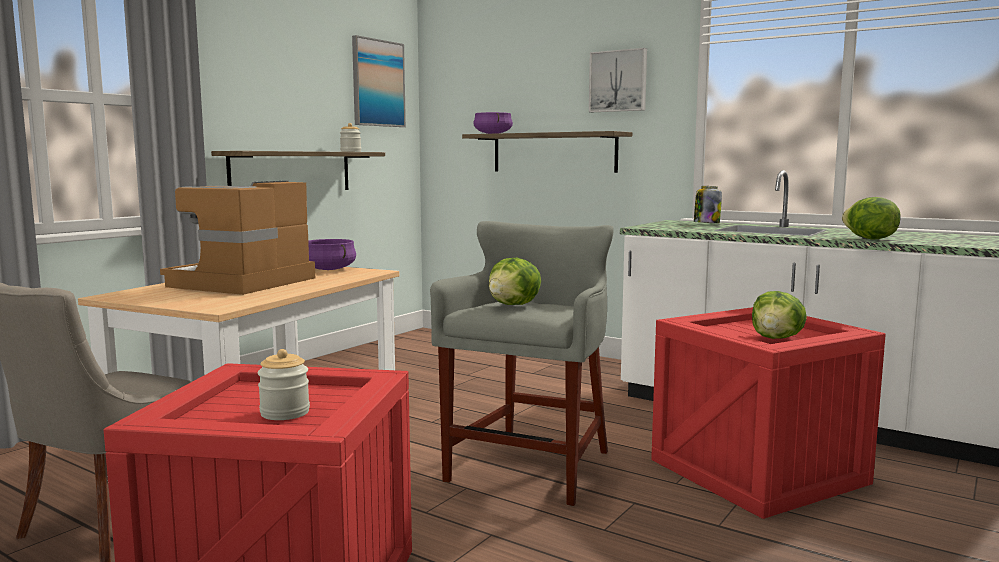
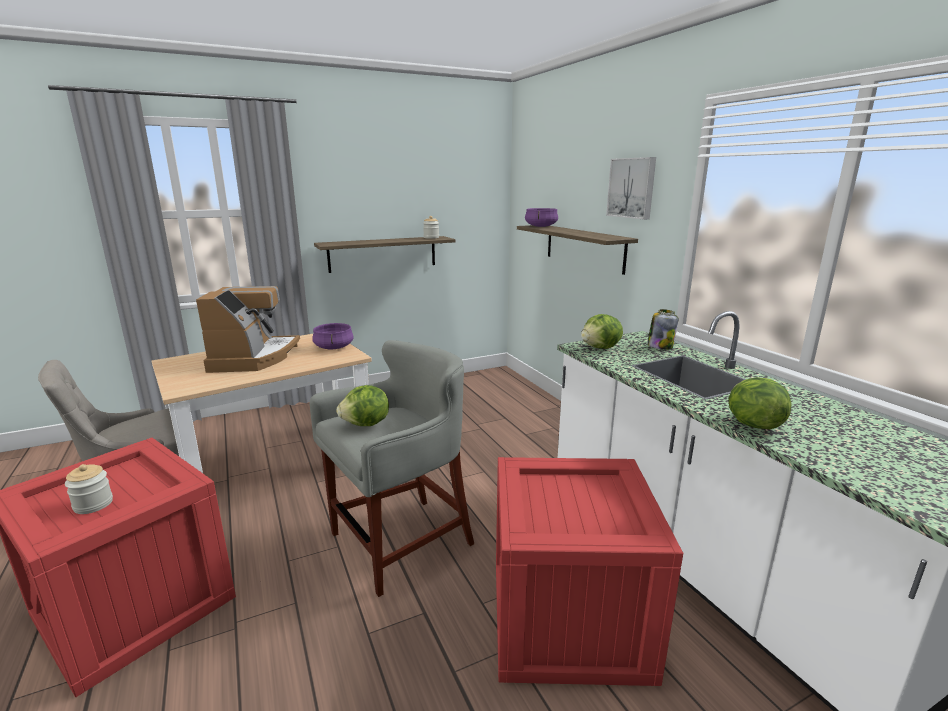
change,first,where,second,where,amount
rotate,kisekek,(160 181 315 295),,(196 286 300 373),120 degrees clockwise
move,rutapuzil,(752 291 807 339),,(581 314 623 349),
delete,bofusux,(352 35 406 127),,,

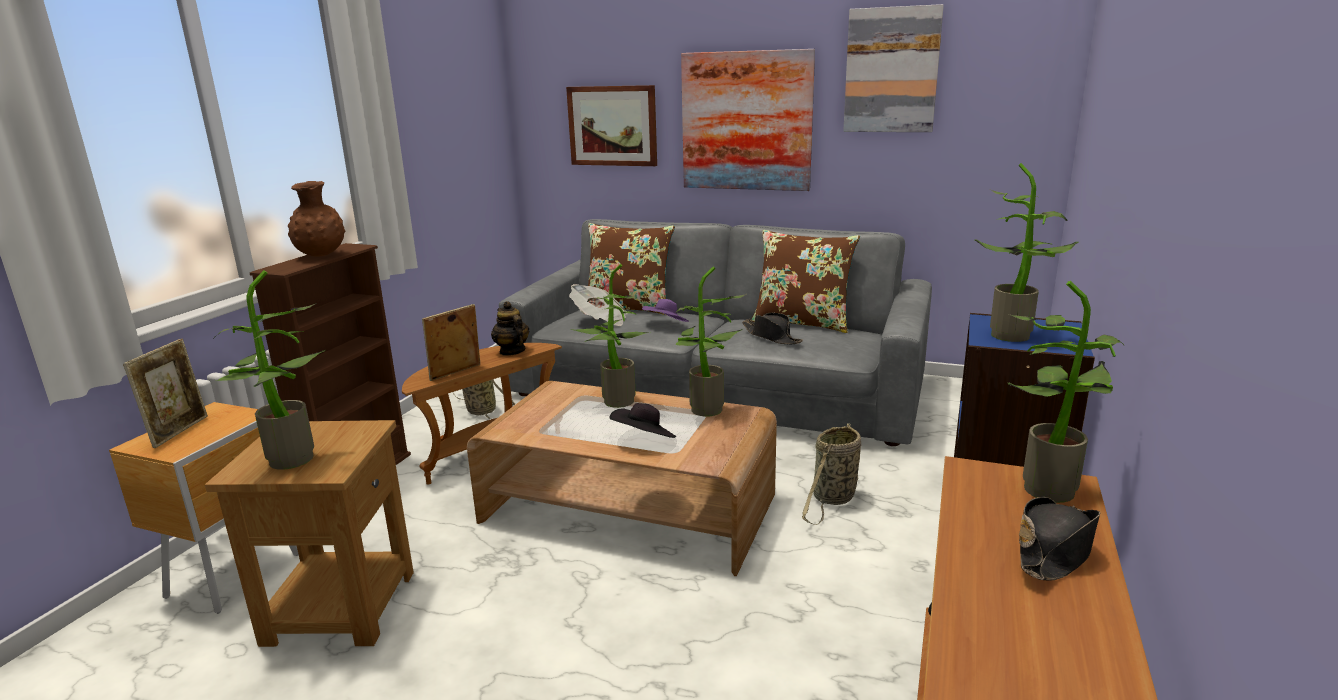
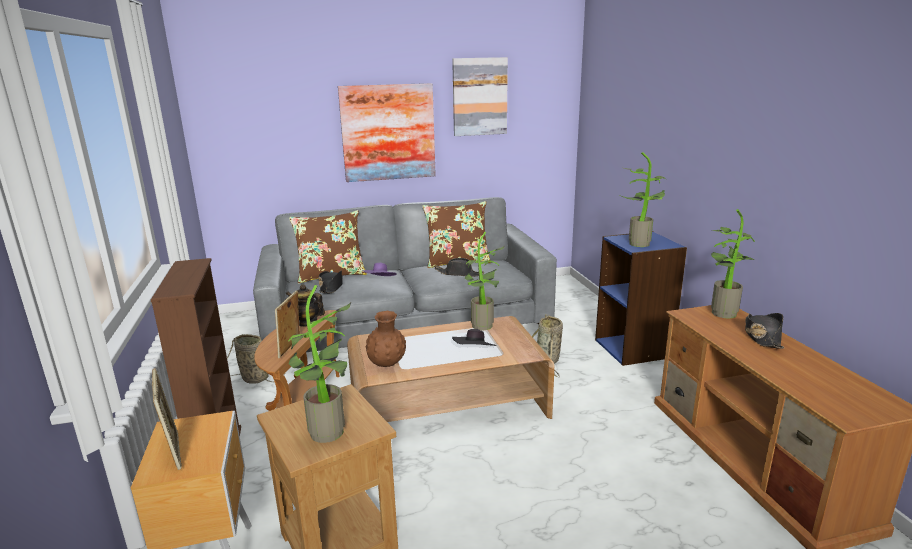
change,first,where,second,where,amount
replace,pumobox,(569 284 628 326),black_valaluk,(319 270 343 293),
move,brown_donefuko,(288 181 345 256),,(366 311 406 367),
delete,bofusux,(566 85 657 166),,,
delete,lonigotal,(571 264 649 408),,,

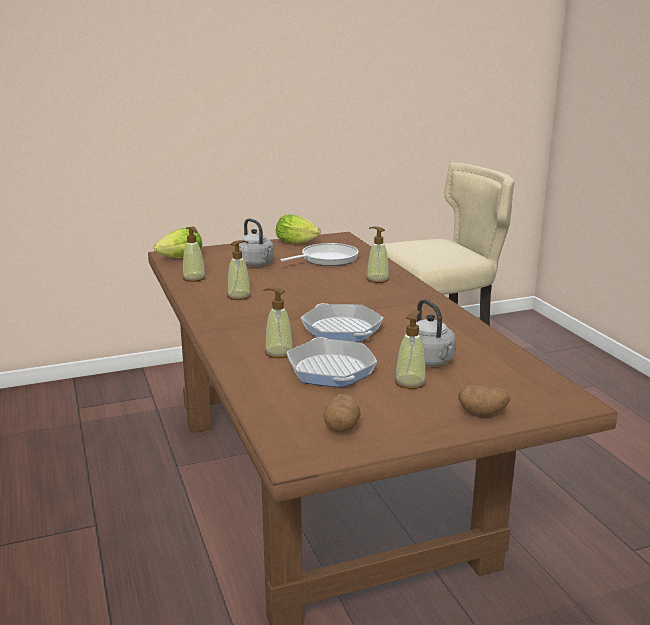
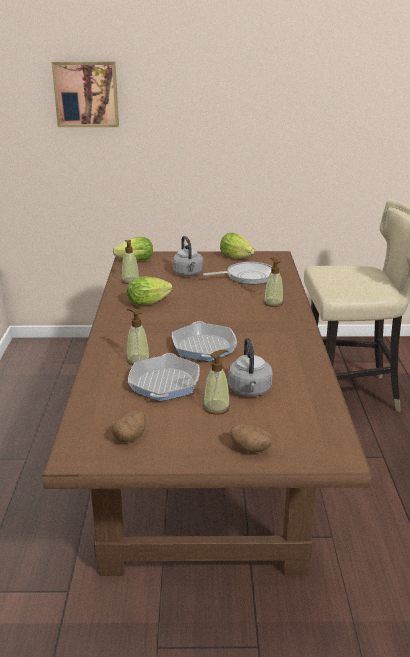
change,first,where,second,where,amount
insert,,,bofusux,(51 62 119 127),
replace,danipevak,(227 240 251 300),rutapuzil,(127 277 173 306),

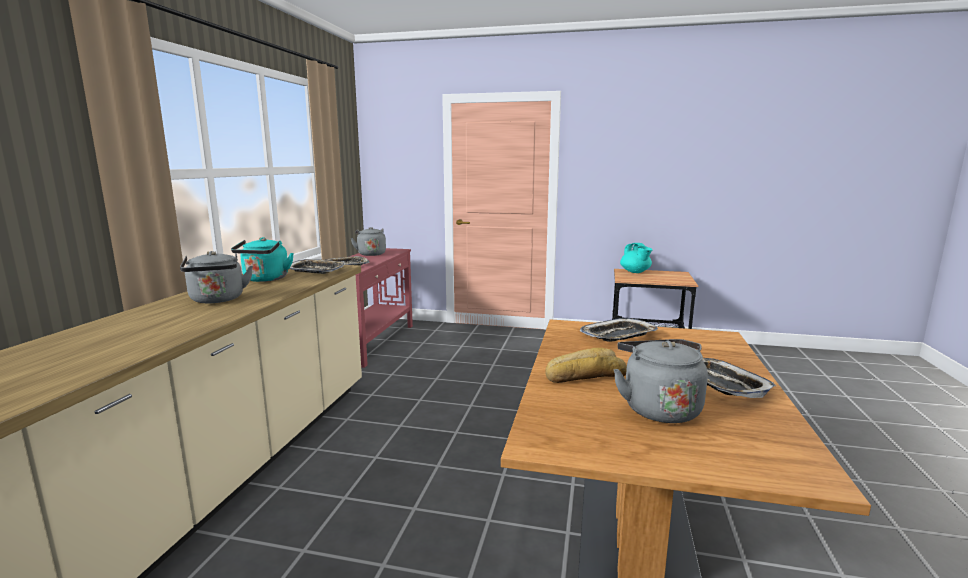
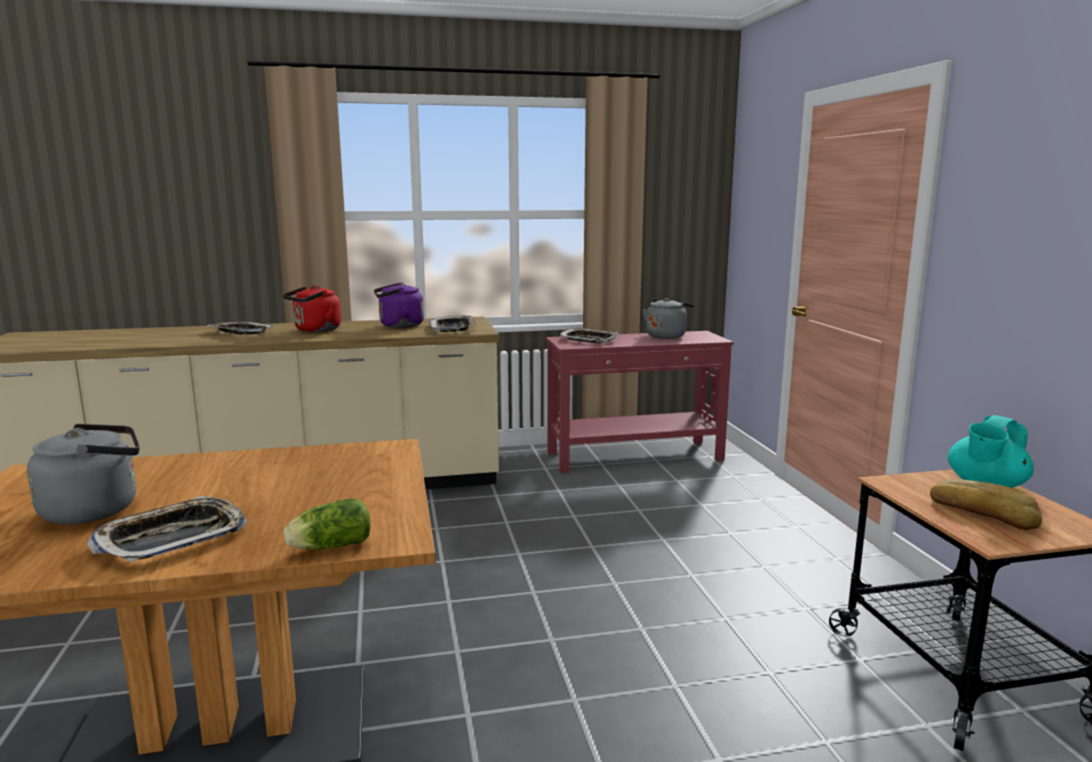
change,first,where,second,where,amount
move,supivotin,(580 318 658 342),,(207 322 275 335),
recolor,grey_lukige,(180 251 253 303),red_lukige,(283 285 341 332),
insert,,,rutapuzil,(284 499 371 550),
recolor,turquoise_lukige,(231 237 294 282),purple_lukige,(374 283 424 328),
move,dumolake,(545 348 627 383),,(930 479 1042 530),

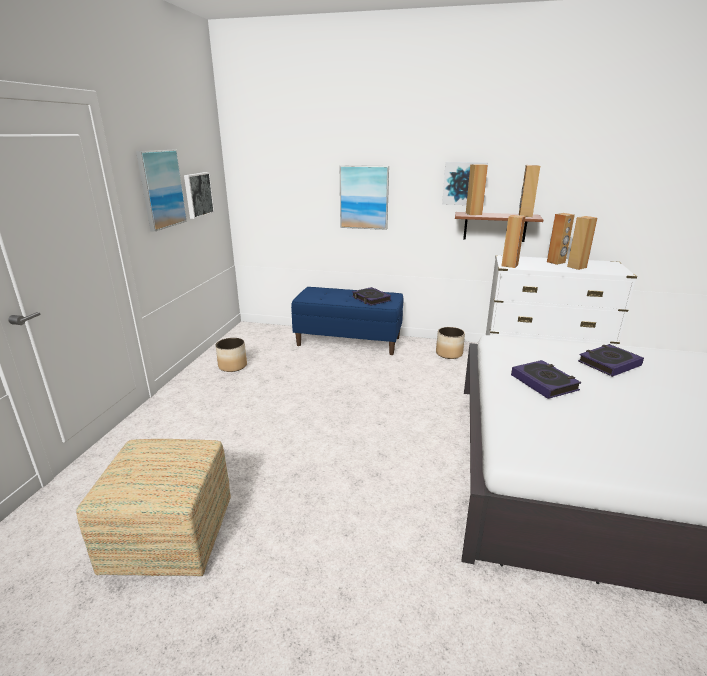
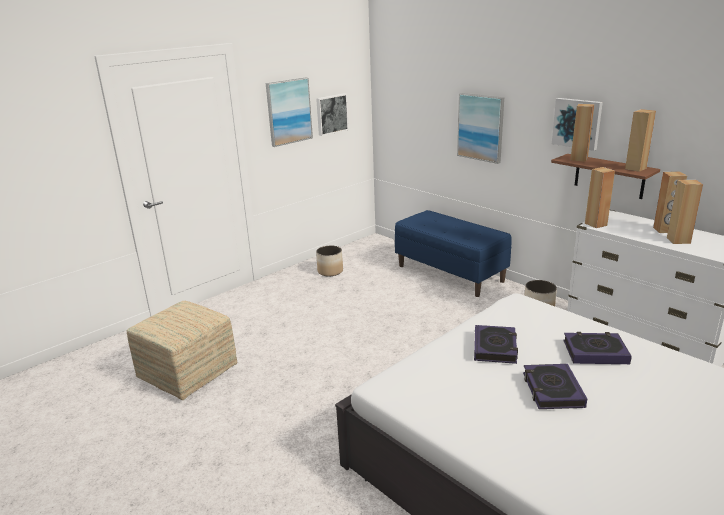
change,first,where,second,where,amount
move,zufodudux,(352 287 391 306),,(523 364 587 409),

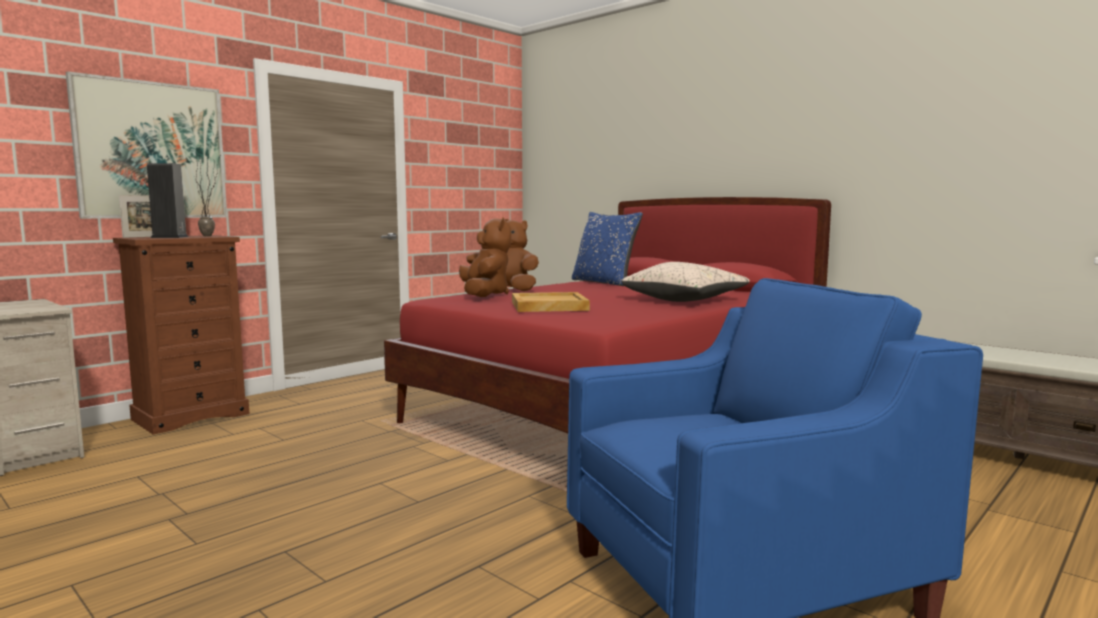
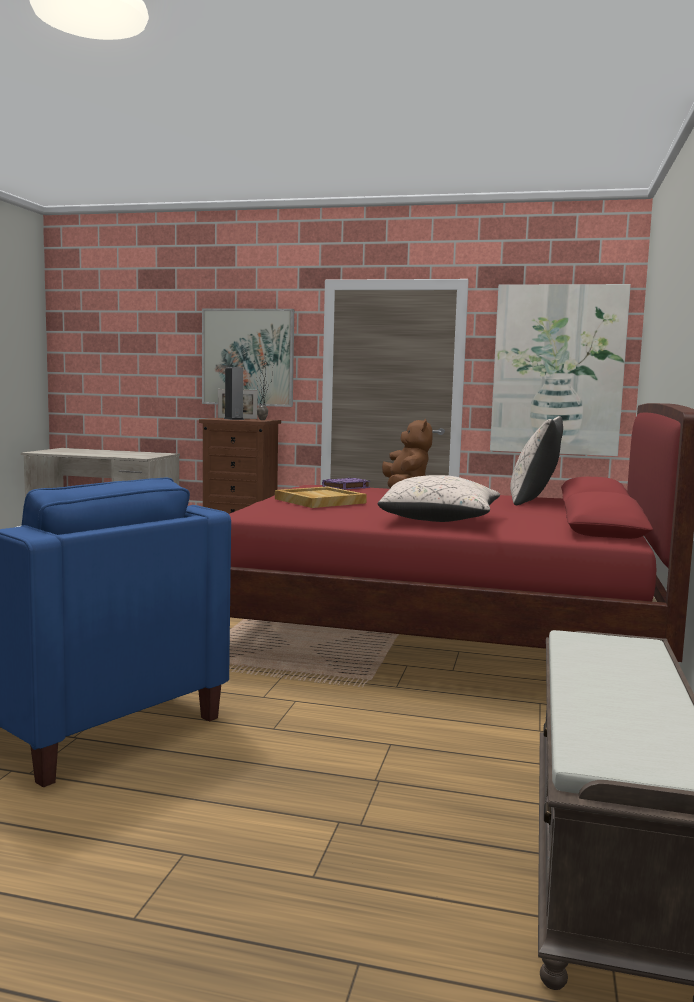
change,first,where,second,where,amount
replace,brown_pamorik,(459 217 511 297),purple_zufodudux,(322 478 370 490),
insert,,,bofusux,(490 284 631 456),
recolor,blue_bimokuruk,(572 212 643 286),beige_bimokuruk,(510 416 563 505),

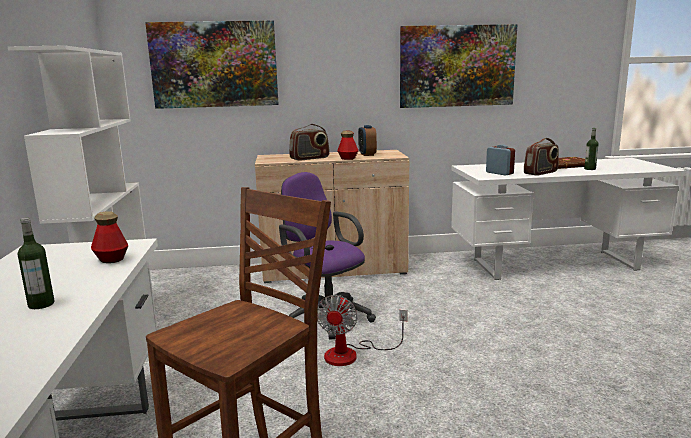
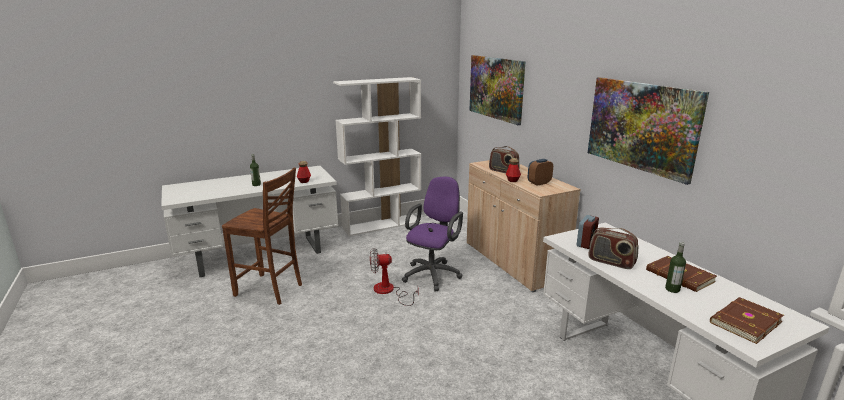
change,first,where,second,where,amount
insert,,,brown_zufodudux,(710 297 784 344),

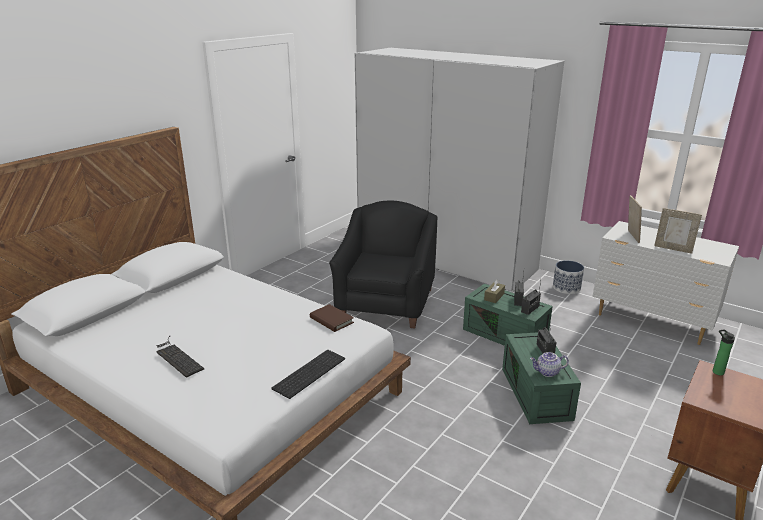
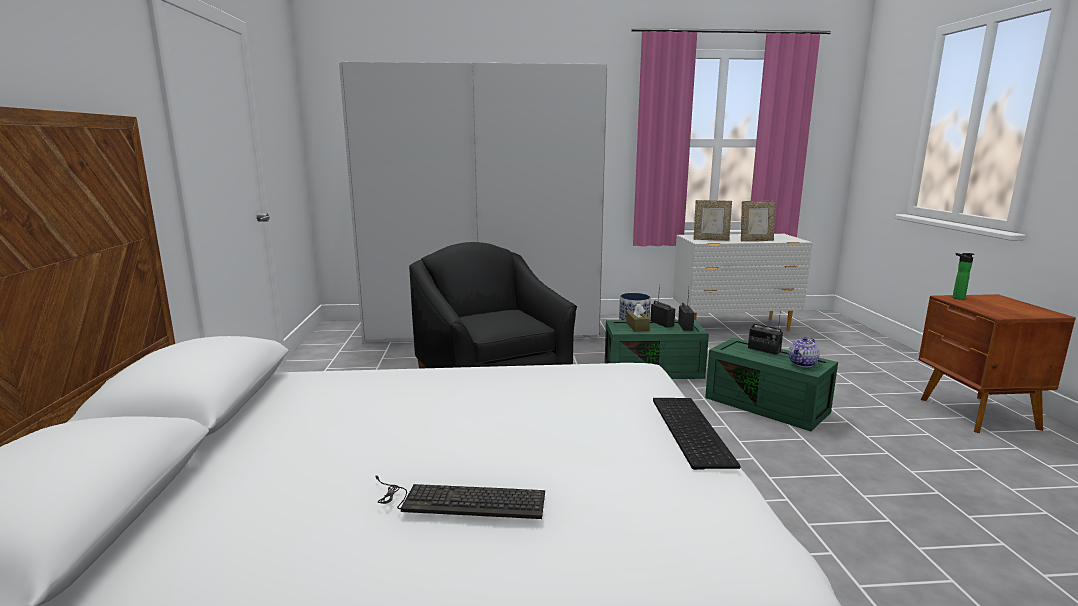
change,first,where,second,where,amount
rotate,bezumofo,(628 195 642 243),,(694 200 732 241),135 degrees clockwise
delete,brown_zufodudux,(310 304 354 332),,,

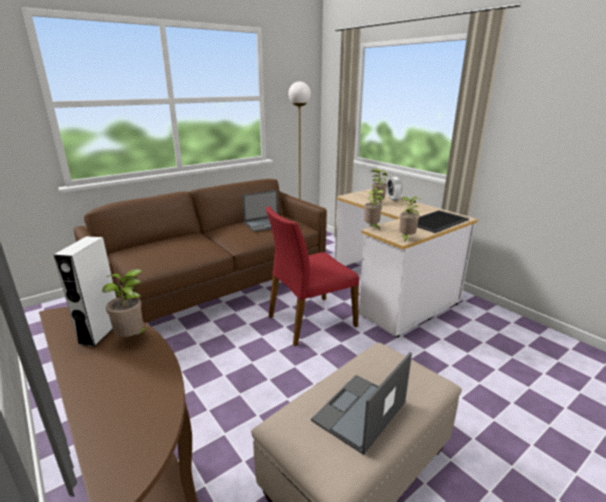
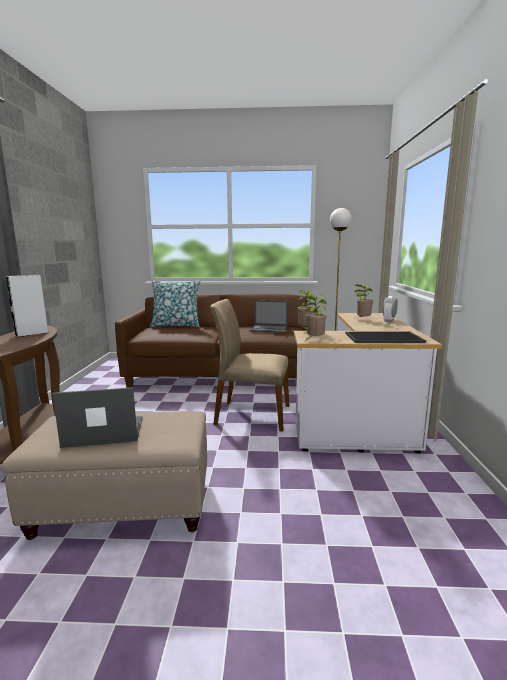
change,first,where,second,where,amount
insert,,,bimokuruk,(150 280 200 328),
recolor,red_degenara,(266 206 359 346),beige_degenara,(210 299 289 432),
delete,lonigotal,(102 269 151 337),,,

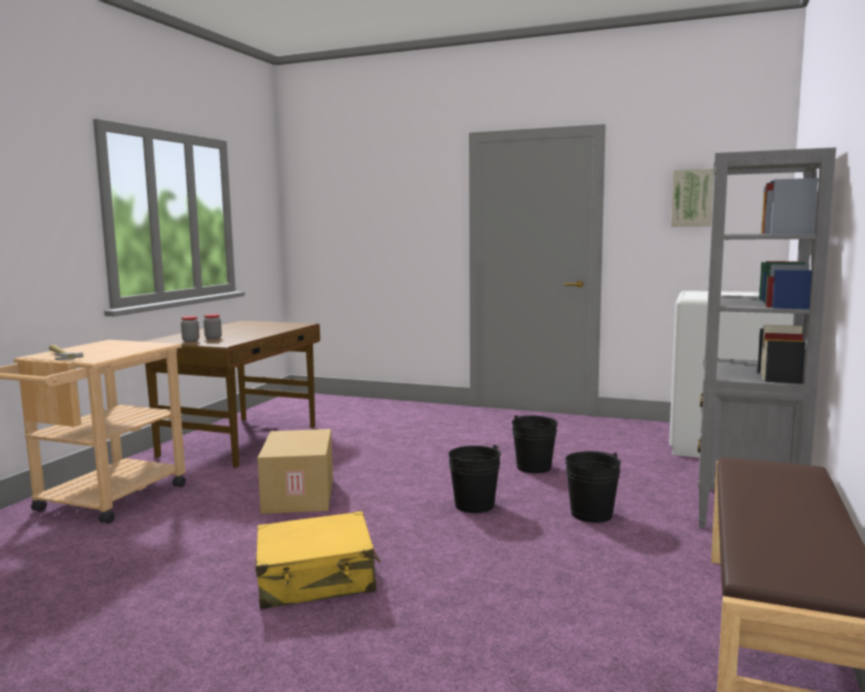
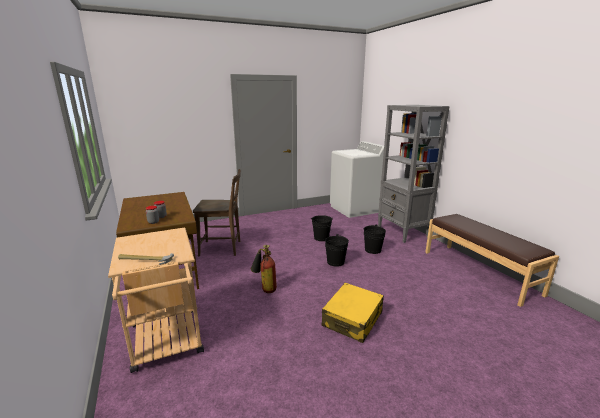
change,first,where,second,where,amount
insert,,,brown_degenara,(193 169 241 257),
replace,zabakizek,(257 429 333 514),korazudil,(251 245 277 293),
delete,bofusux,(671 169 714 227),,,

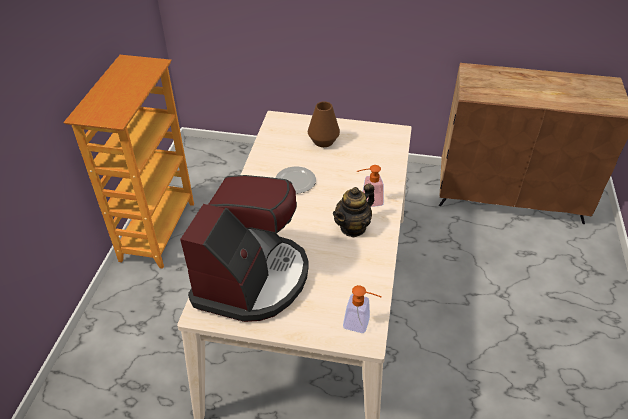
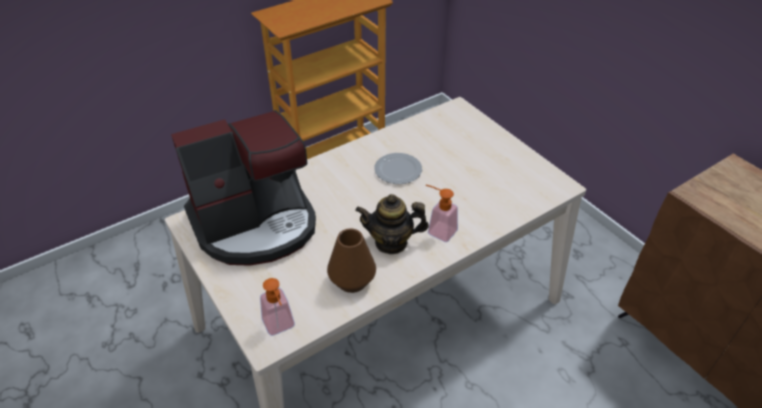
change,first,where,second,where,amount
move,brown_donefuko,(308 101 340 147),,(327 228 376 293),

